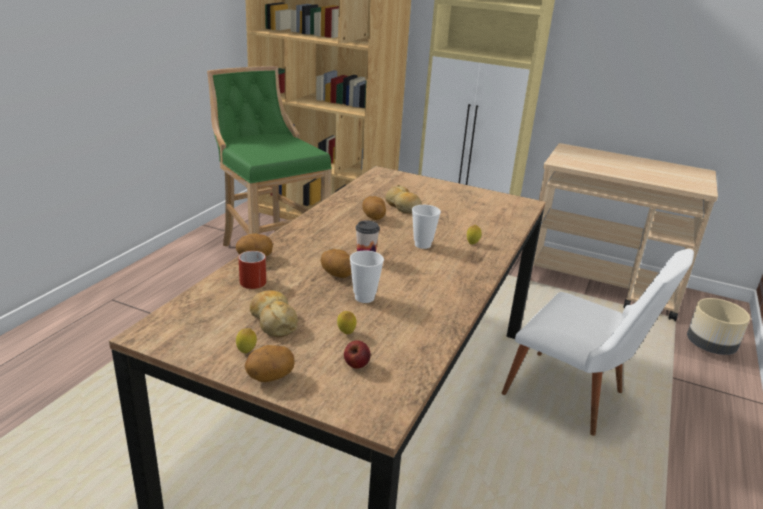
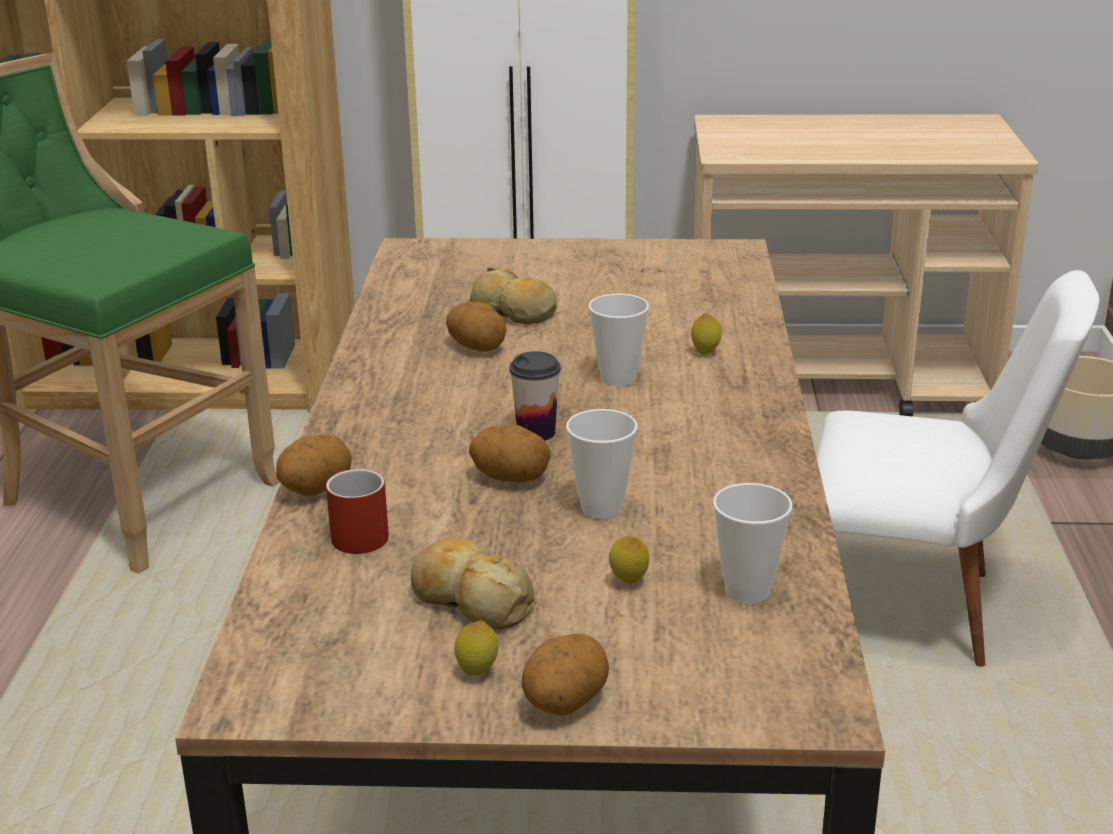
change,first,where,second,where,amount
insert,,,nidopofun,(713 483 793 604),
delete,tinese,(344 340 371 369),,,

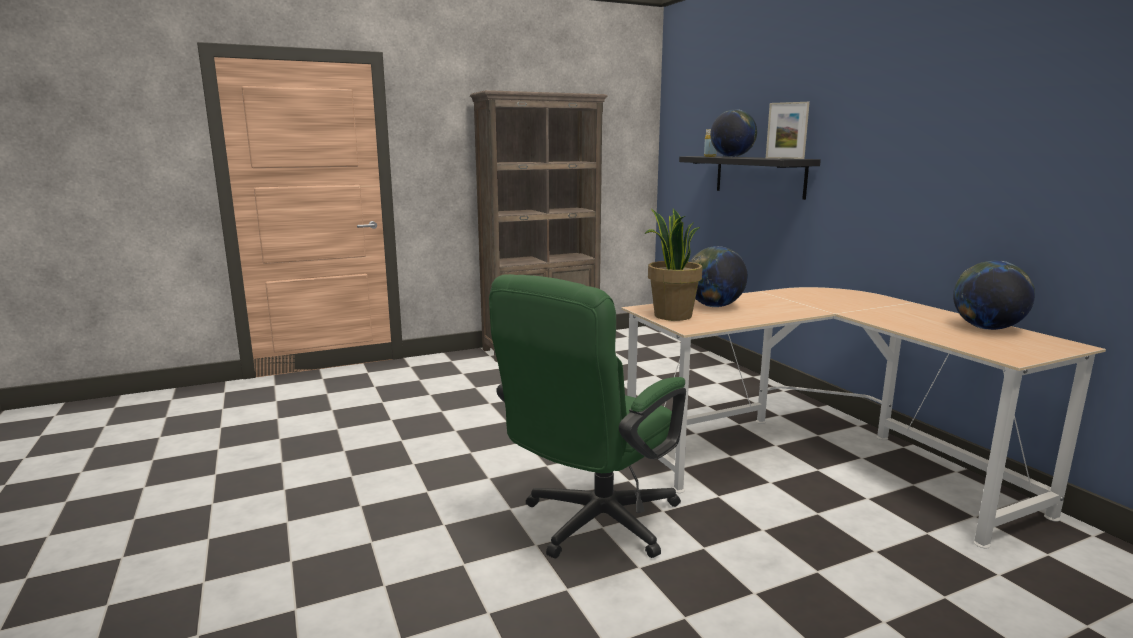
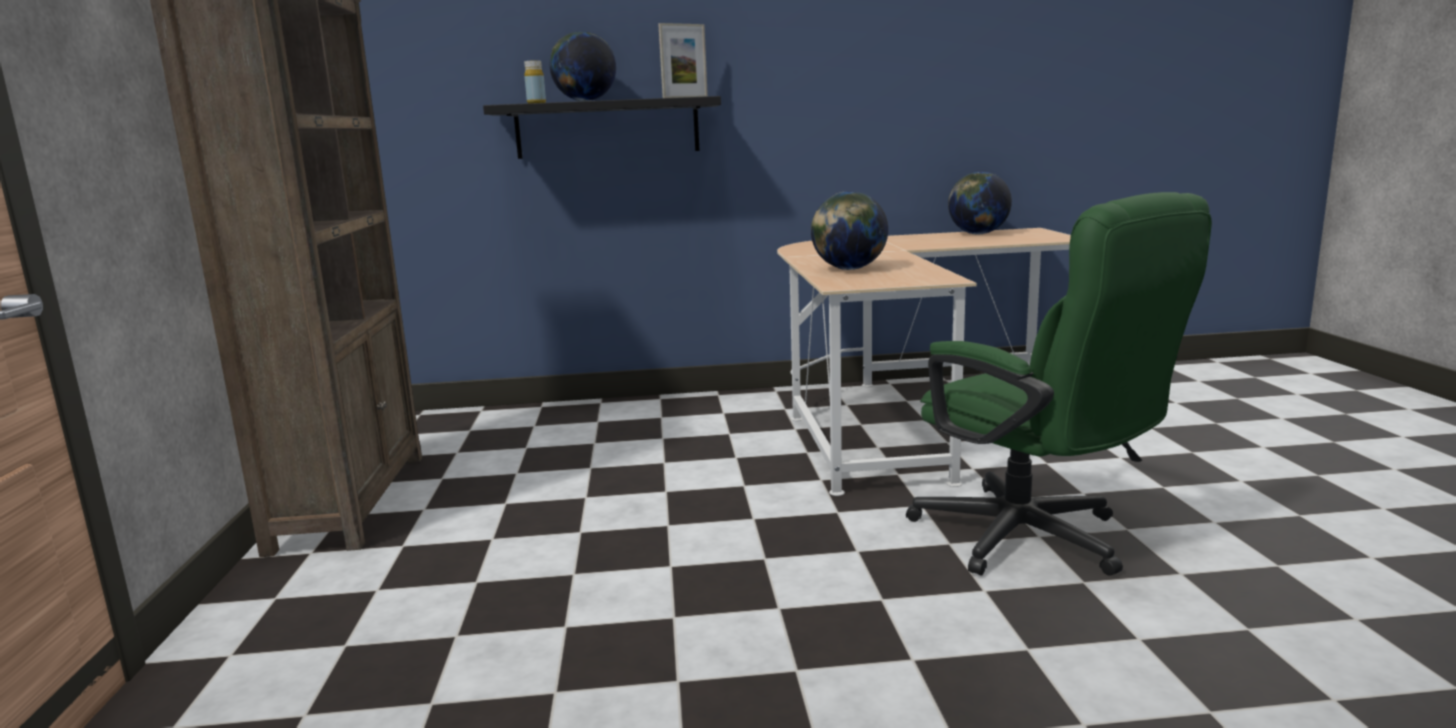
change,first,where,second,where,amount
delete,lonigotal,(644 208 703 321),,,

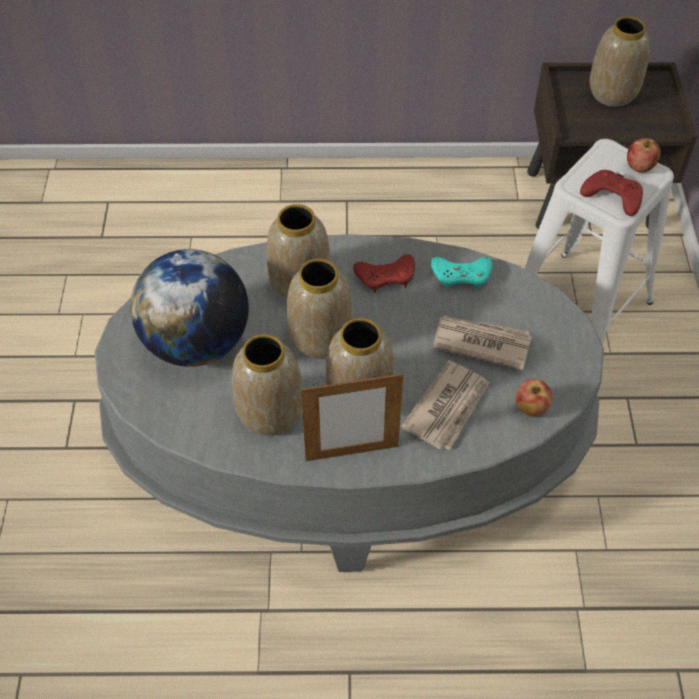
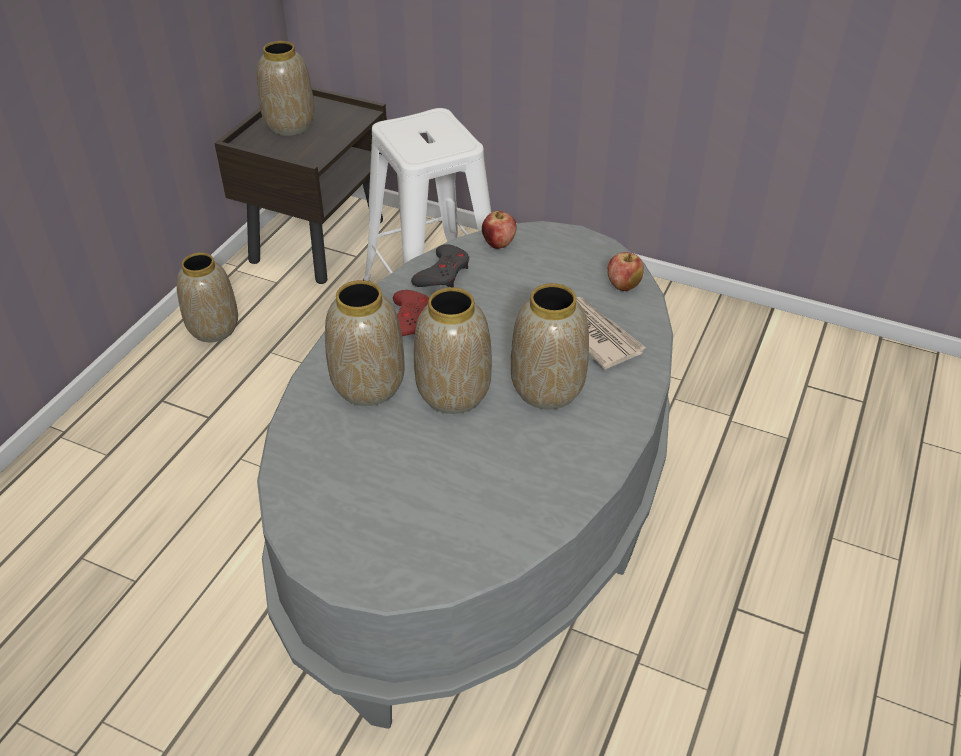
change,first,where,second,where,amount
move,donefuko,(232 334 303 436),,(176 253 238 342),
recolor,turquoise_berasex,(431 257 493 289),grey_berasex,(411 244 469 287),
move,tinese,(627 138 661 172),,(482 211 517 249),
delete,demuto,(130 249 249 367),,,
delete,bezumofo,(301 373 403 461),,,
delete,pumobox,(433 315 532 370),,,
delete,red_berasex,(580 170 643 216),,,

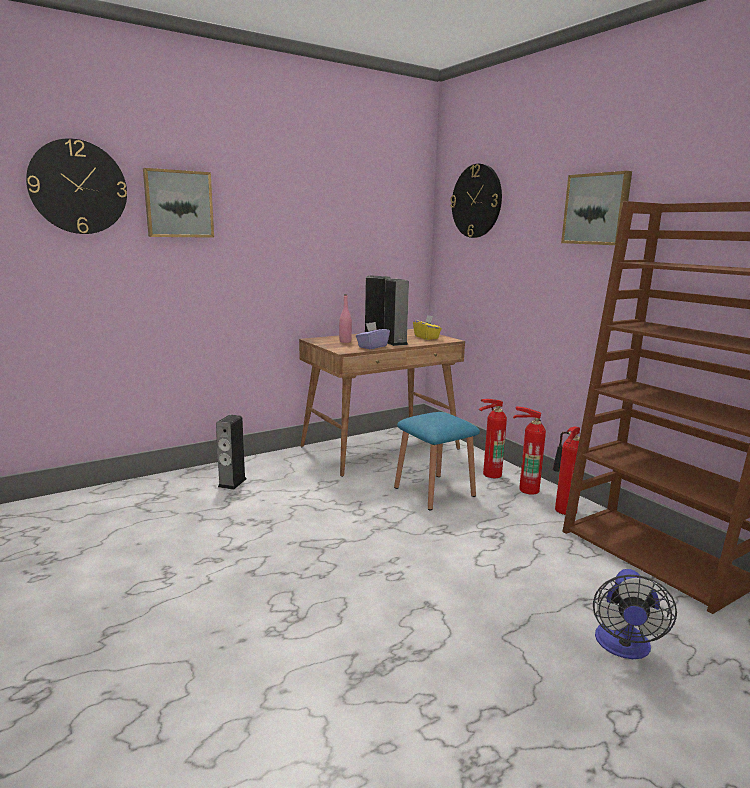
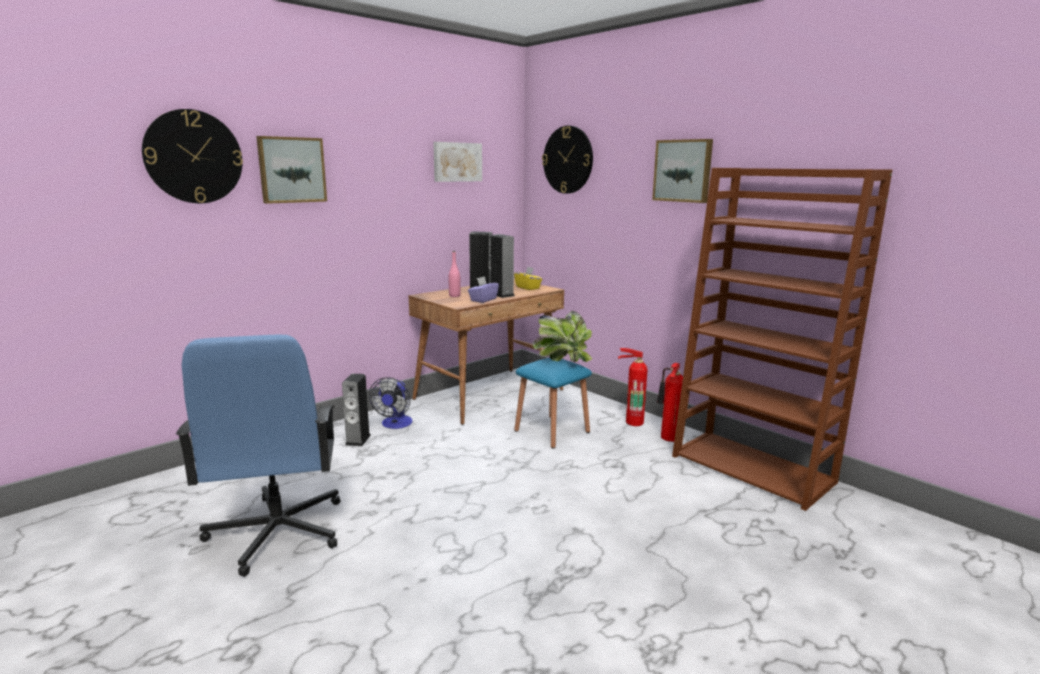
change,first,where,second,where,amount
insert,,,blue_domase,(176 335 340 576),
move,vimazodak,(593 569 677 659),,(369 377 412 429),
insert,,,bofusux,(433 142 482 182),
insert,,,lonigotal,(533 311 592 362),
delete,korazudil,(479 399 507 478),,,

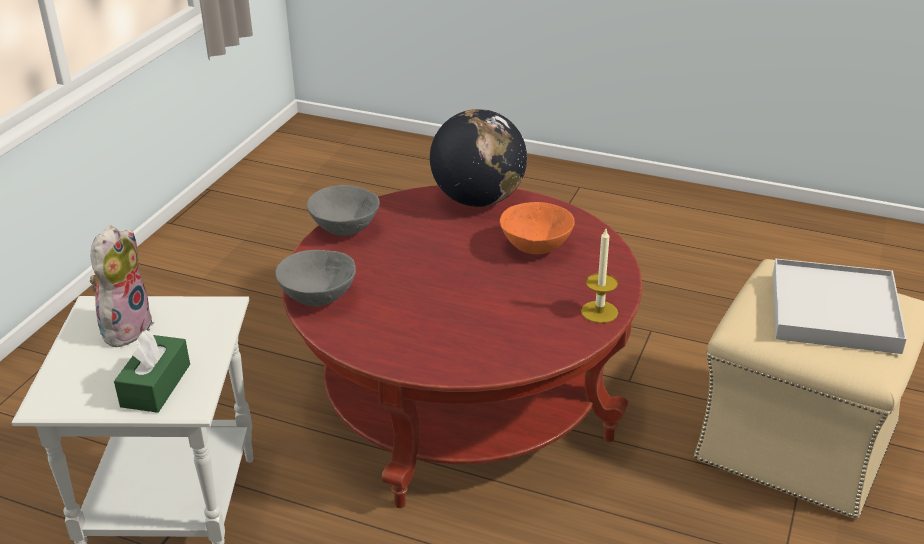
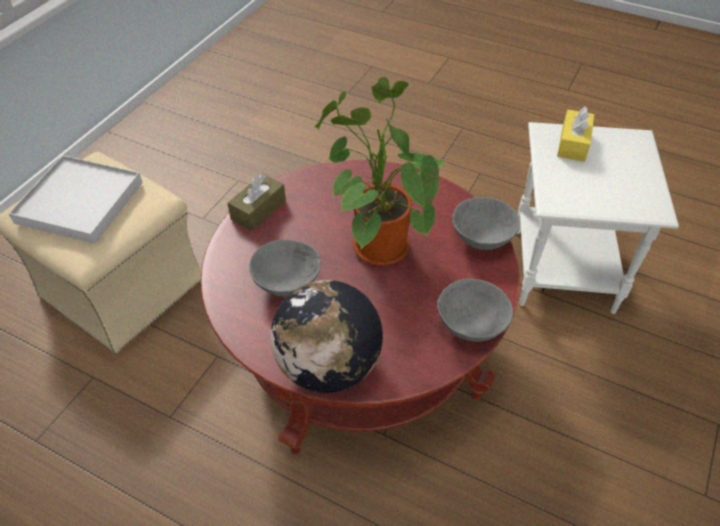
change,first,where,second,where,amount
replace,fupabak,(581 229 618 323),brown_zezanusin,(227 174 286 231),
recolor,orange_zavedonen,(500 202 575 254),grey_zavedonen,(249 240 320 296),
insert,,,lonigotal,(315 77 446 266),
recolor,green_zezanusin,(114 330 190 413),yellow_zezanusin,(557 106 594 162),
delete,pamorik,(90 225 154 348),,,

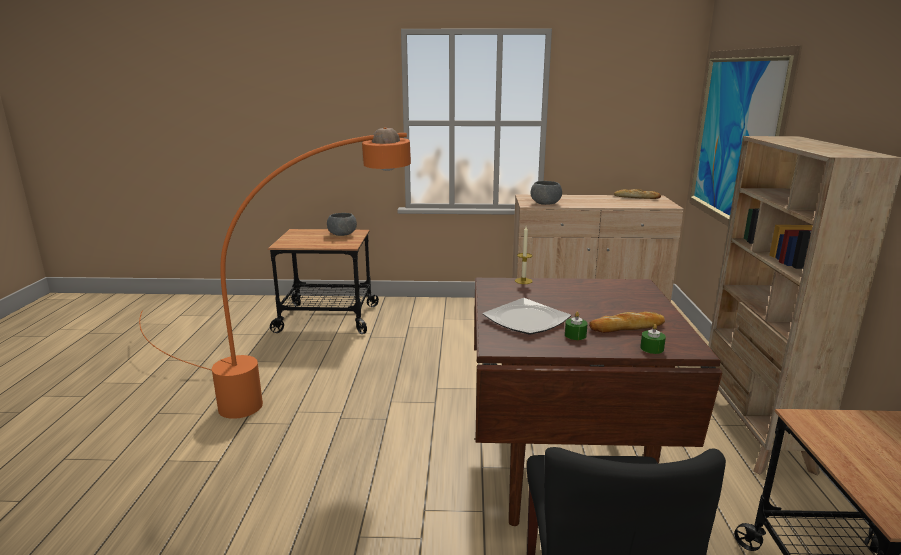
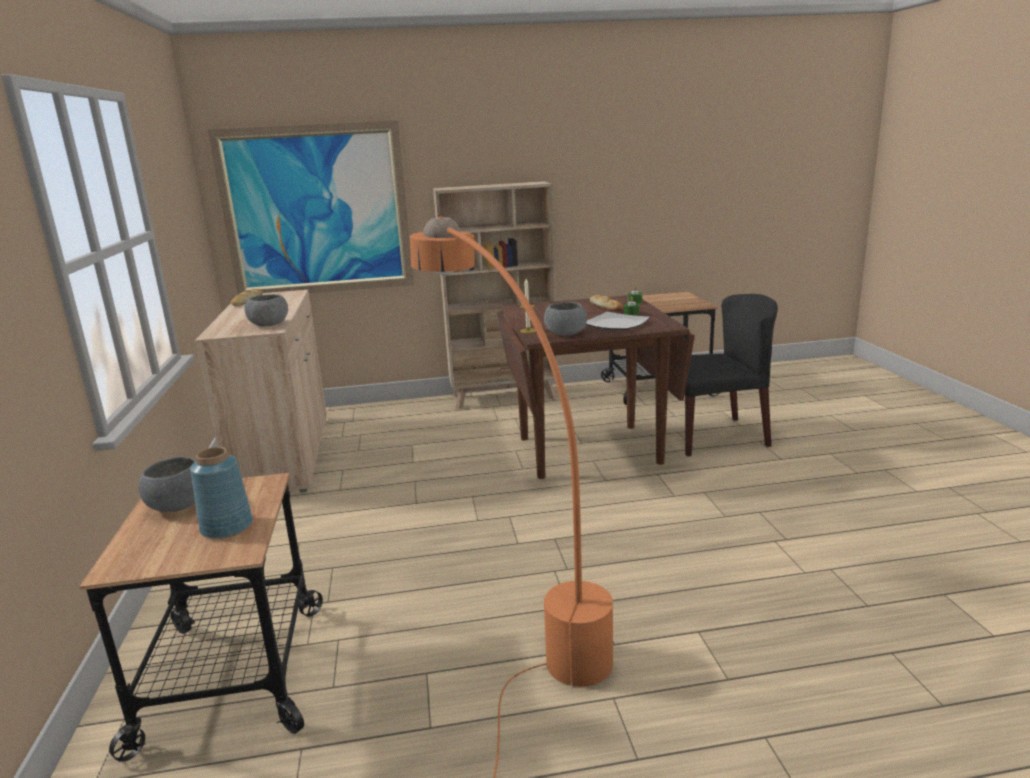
change,first,where,second,where,amount
insert,,,blue_donefuko,(190 447 253 539),
insert,,,grey_zavedonen,(544 302 587 336),

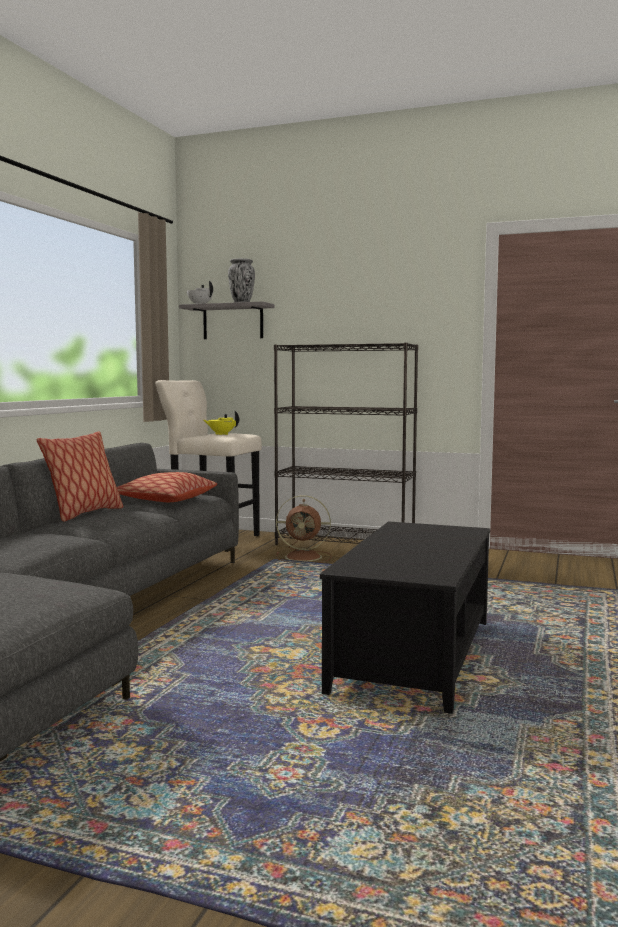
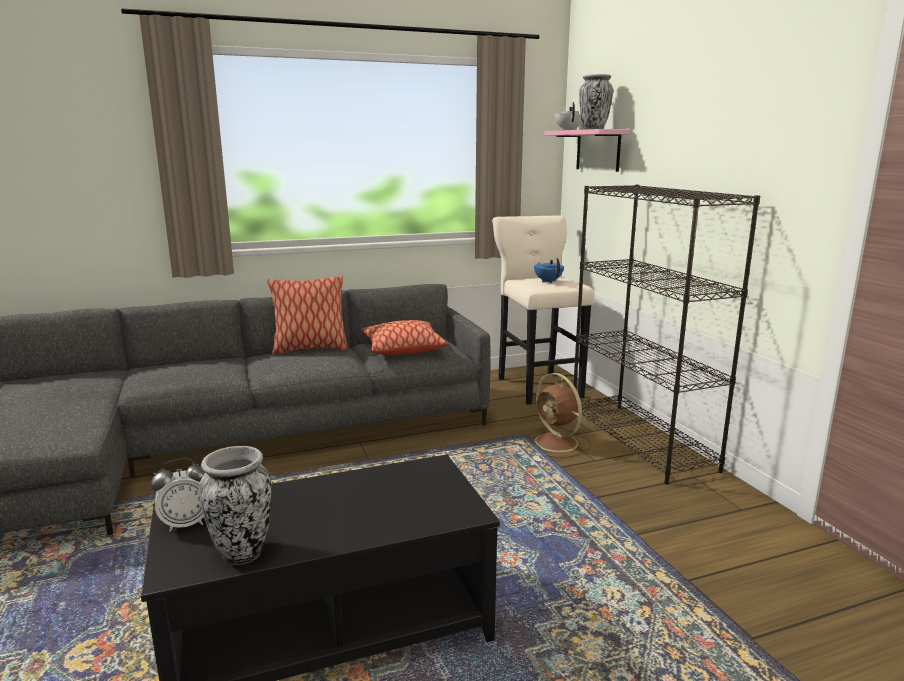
change,first,where,second,where,amount
insert,,,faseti,(150 458 205 532),
insert,,,donefuko,(199 446 271 565),
recolor,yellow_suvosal,(204 411 239 435),blue_suvosal,(534 258 564 283),
recolor,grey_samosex,(179 302 275 339),pink_samosex,(544 129 631 172),

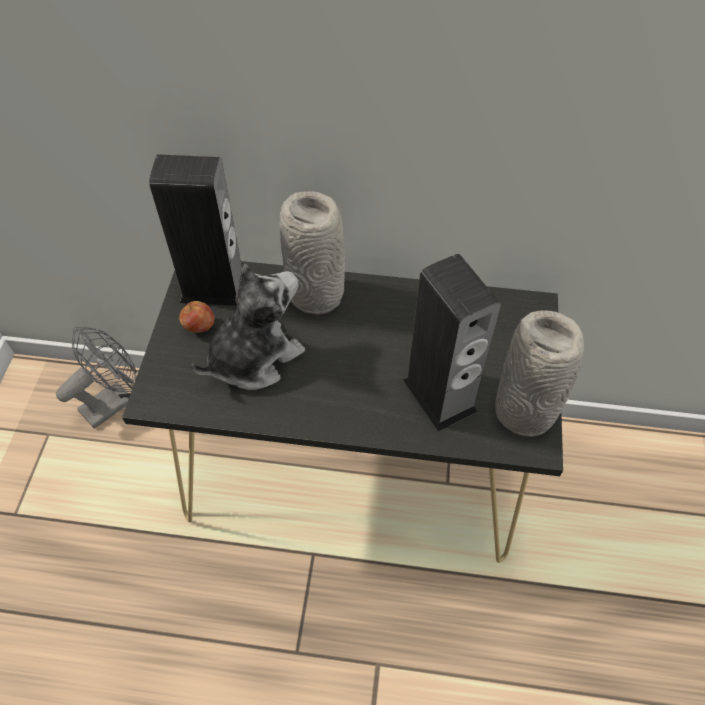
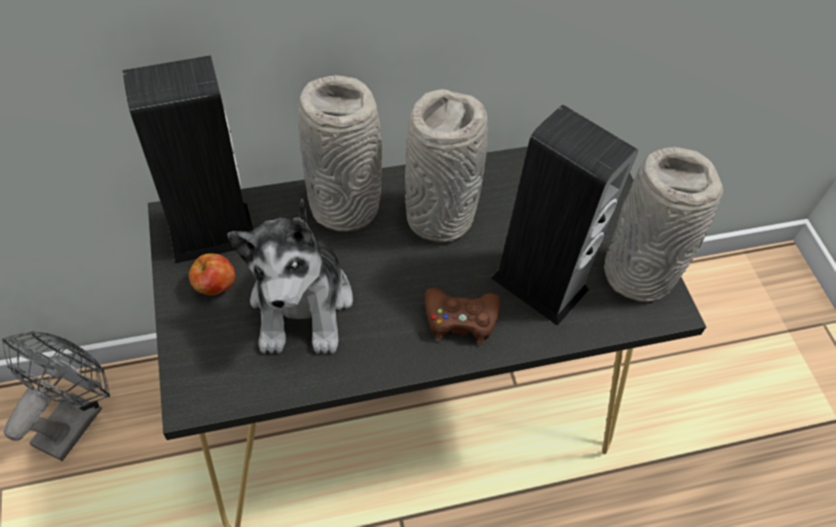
change,first,where,second,where,amount
rotate,pamorik,(191 264 305 390),,(227 198 353 354),150 degrees clockwise
insert,,,grey_donefuko,(405 89 488 243),
insert,,,brown_berasex,(425 288 500 345),

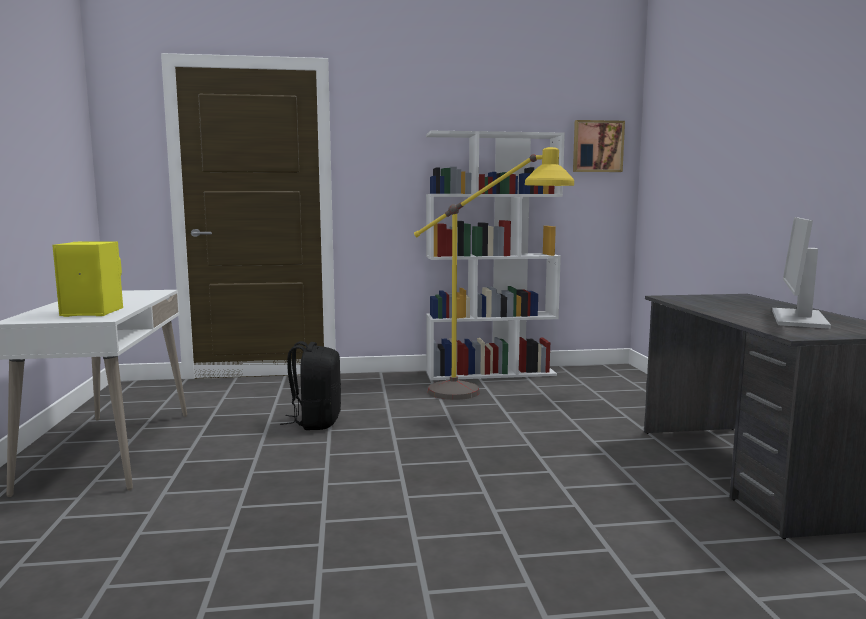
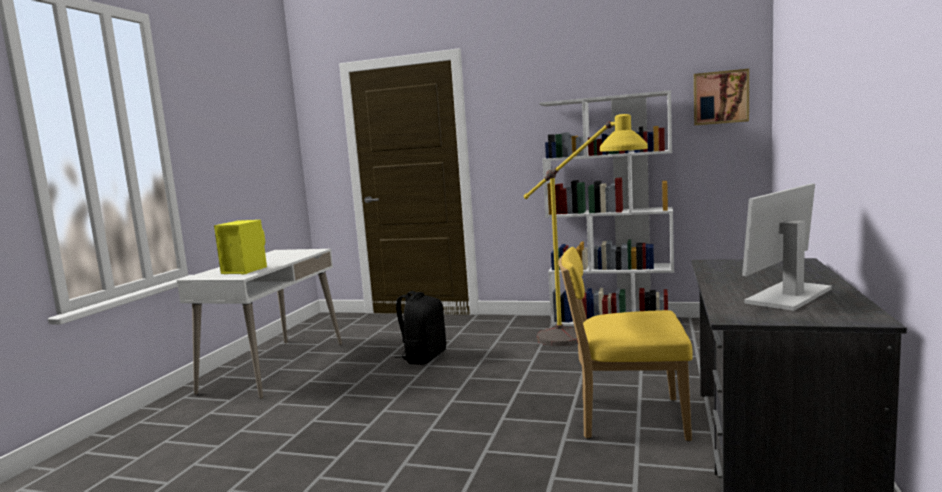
change,first,where,second,where,amount
insert,,,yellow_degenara,(558 247 692 441),

